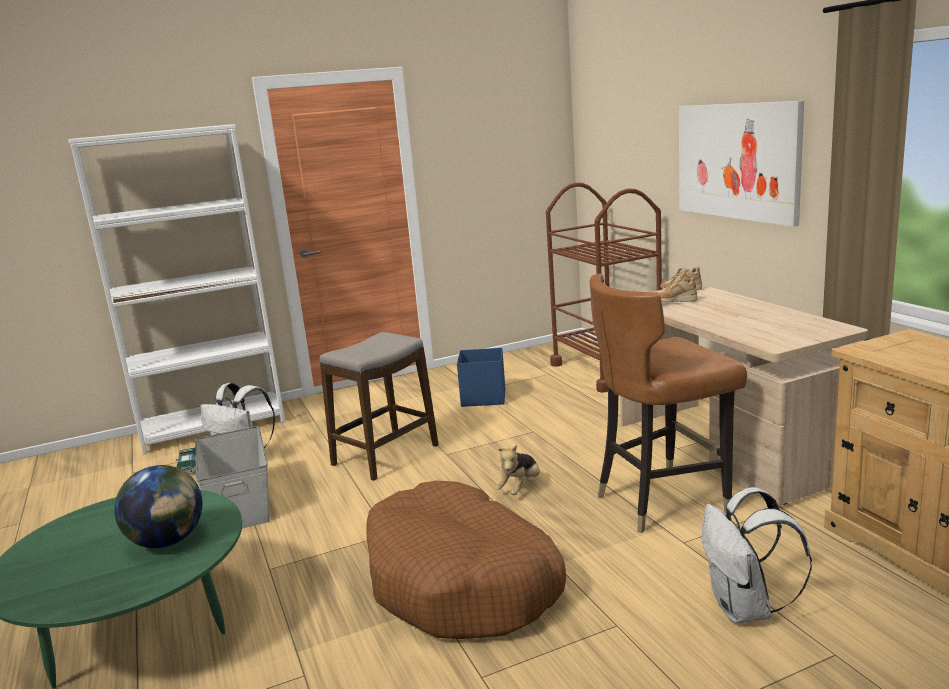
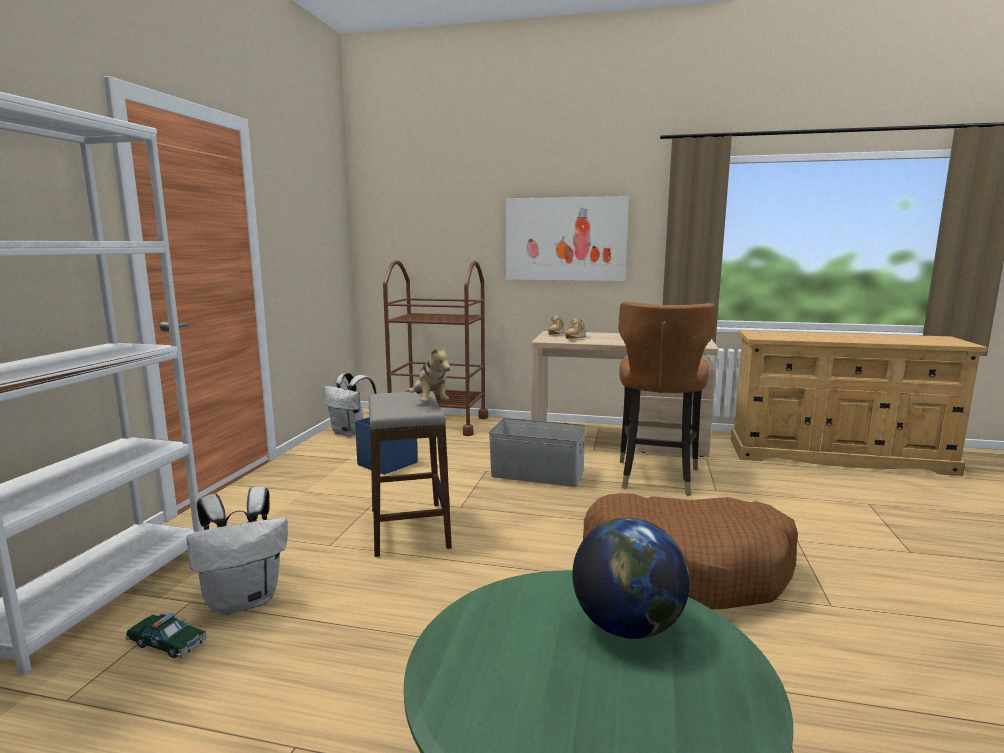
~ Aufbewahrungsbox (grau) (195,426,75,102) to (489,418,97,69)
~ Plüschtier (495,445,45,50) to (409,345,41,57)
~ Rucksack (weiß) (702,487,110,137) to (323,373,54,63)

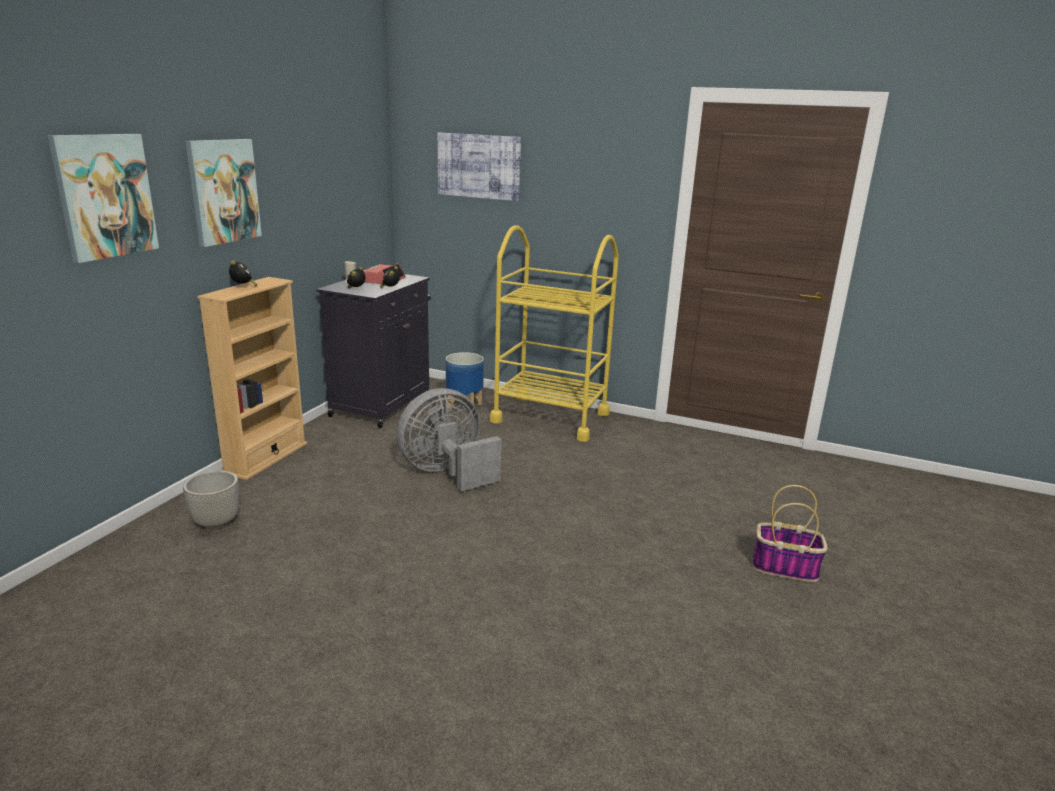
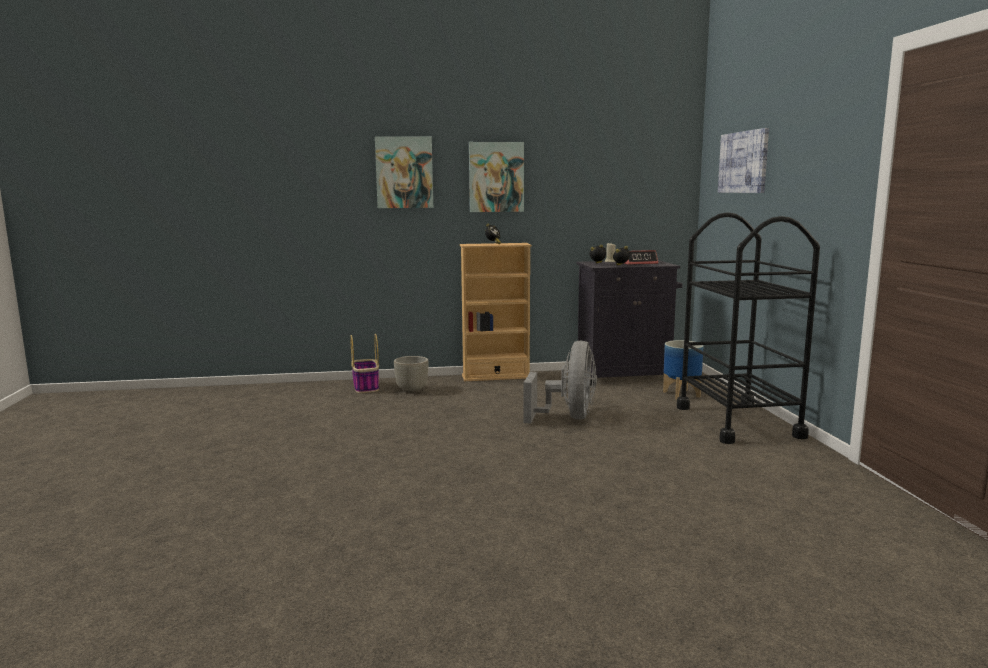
~ Ventilator (grau) (397,388,104,103) = (523,340,74,84) 75 degrees clockwise
~ Rollwagen (gelb) (490,225,129,217) to Rollwagen (schwarz) (677,212,143,232)
~ Korb (753,485,75,97) to (350,334,29,59)

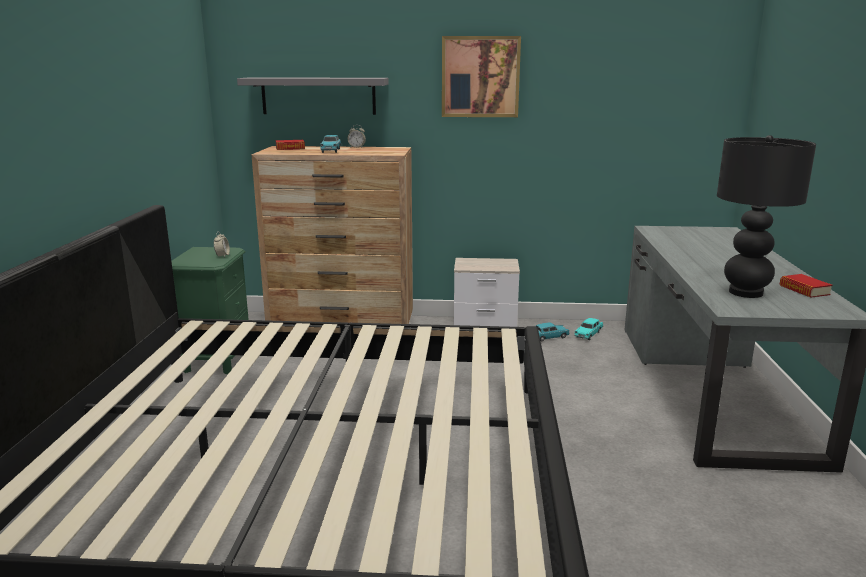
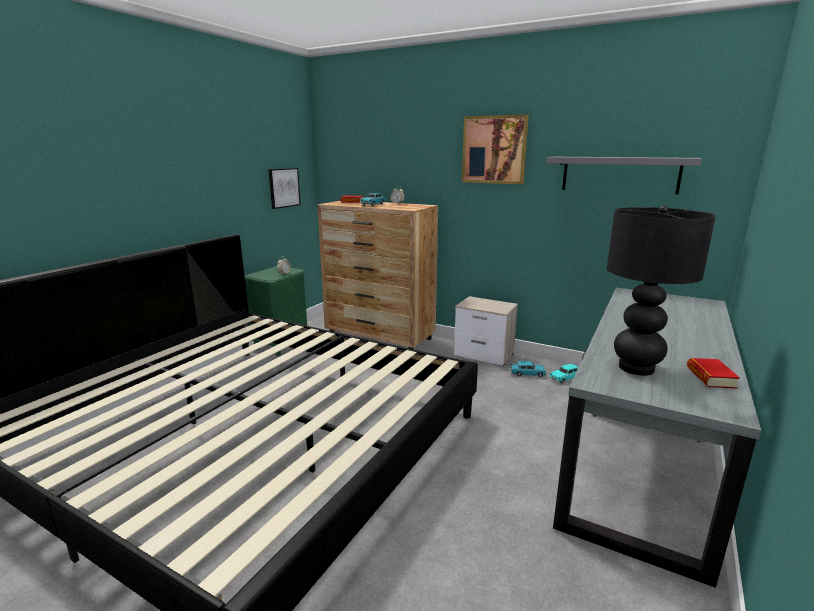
~ Wandregal (grau) (237,77,152,38) to (546,157,156,37)
+ Bild (268,168,33,41)

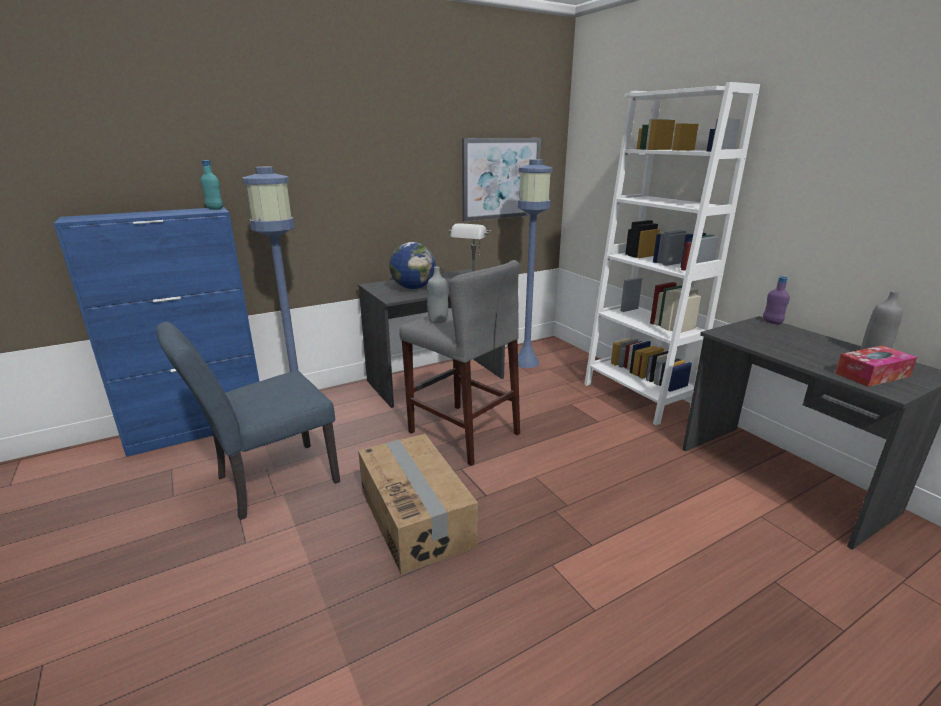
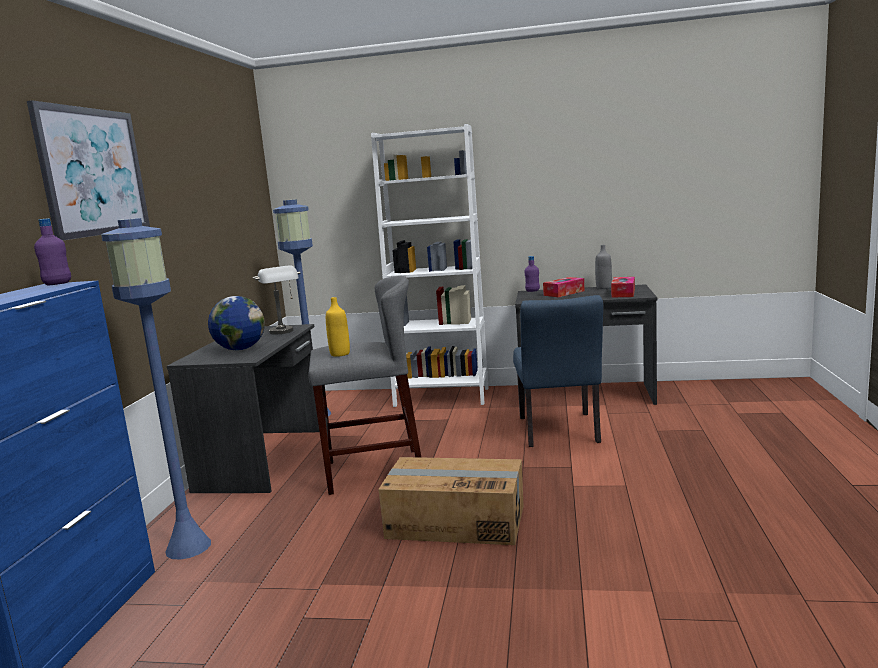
~ Stuhl (blau) (156,322,184,198) to (513,295,90,152)
~ Flasche (türkis) (201,160,22,50) to Flasche (lila) (34,218,37,67)
~ Flasche (grau) (427,266,21,57) to Flasche (gelb) (326,297,24,60)
~ Bild (462,138,79,84) to (27,100,123,141)
+ Taschentuchbox (543,277,41,20)

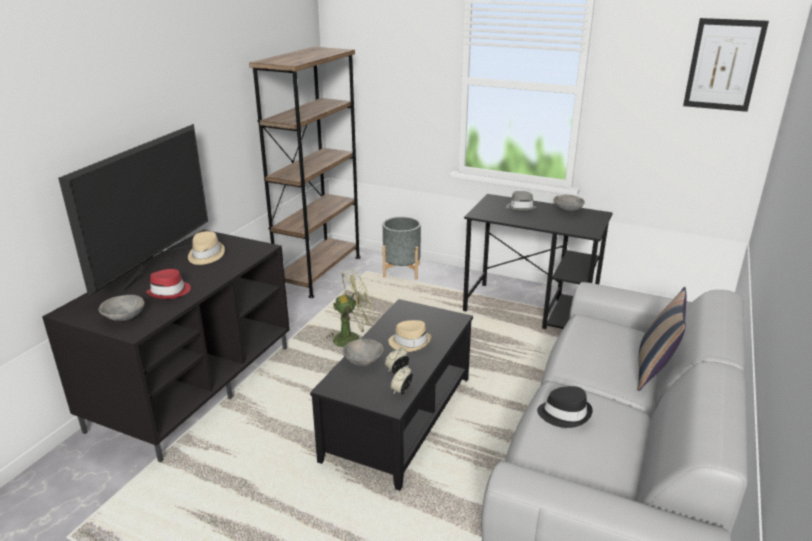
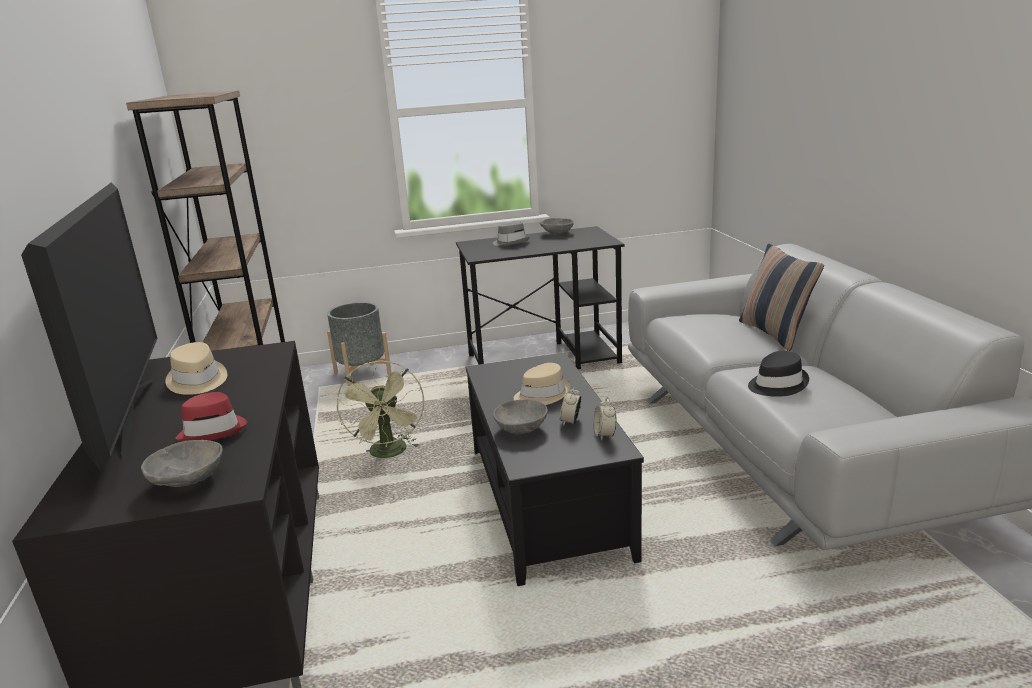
~ Ventilator (grün) (323,270,51,77) = (337,360,87,102) 135 degrees clockwise
- Bild (683,18,86,94)

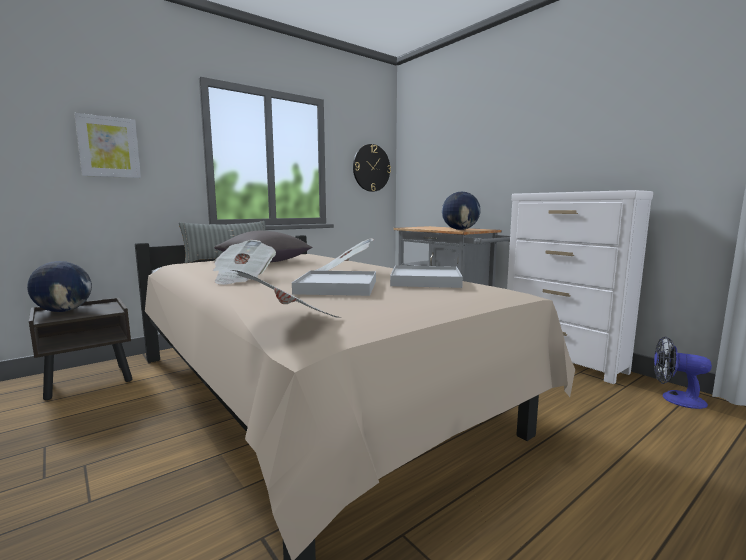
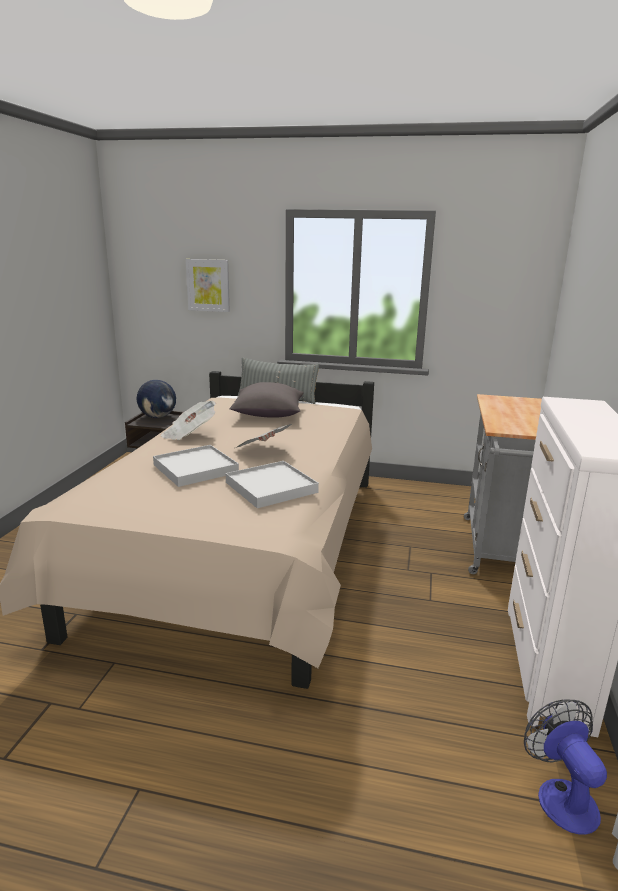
- Zeitung (231,270,110,48)
- Wanduhr (353,144,38,48)
- Globus (442,192,39,38)

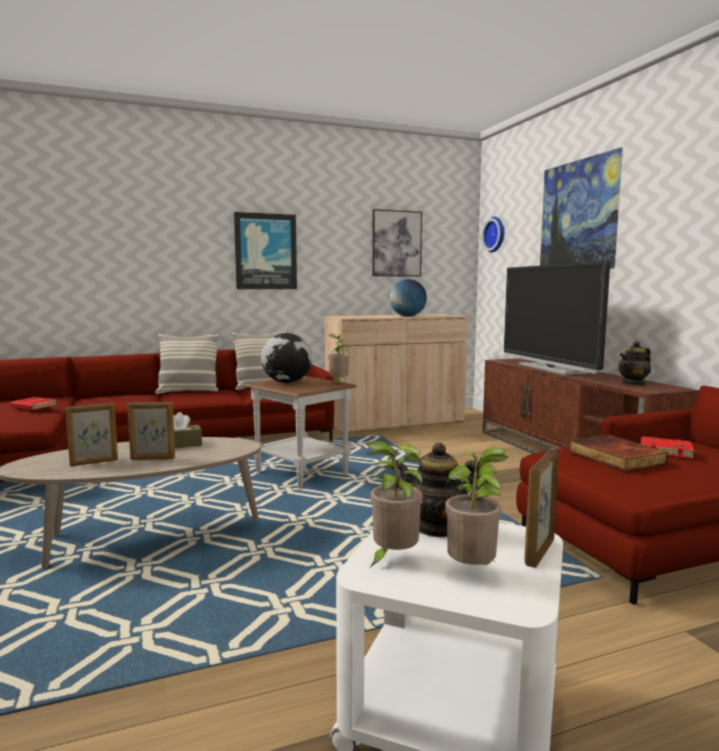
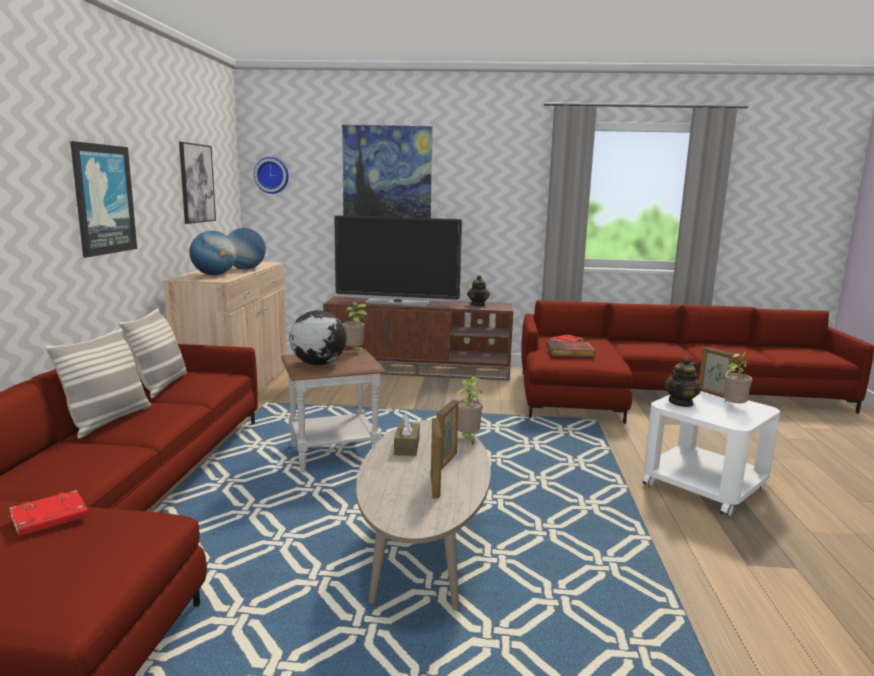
~ Topfpflanze (366,441,57,126) to (456,376,27,70)
+ Globus (190,231,46,44)

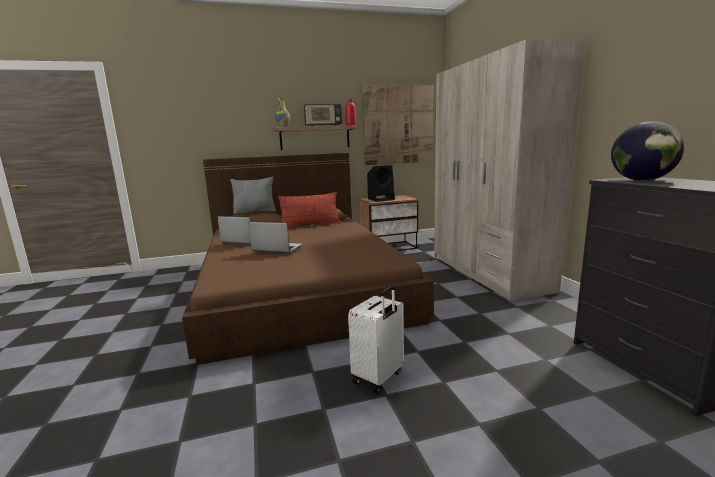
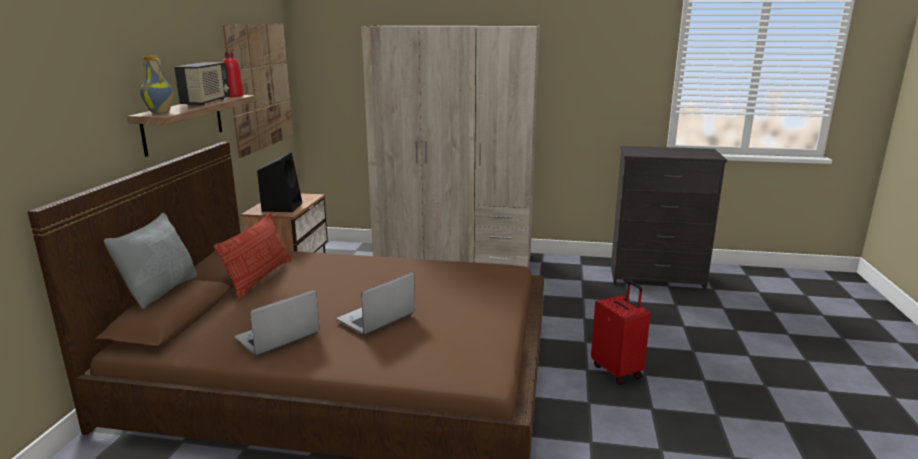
~ Koffer (weiß) (348,285,56,108) to Koffer (rot) (591,281,59,104)
- Globus (611,121,73,60)

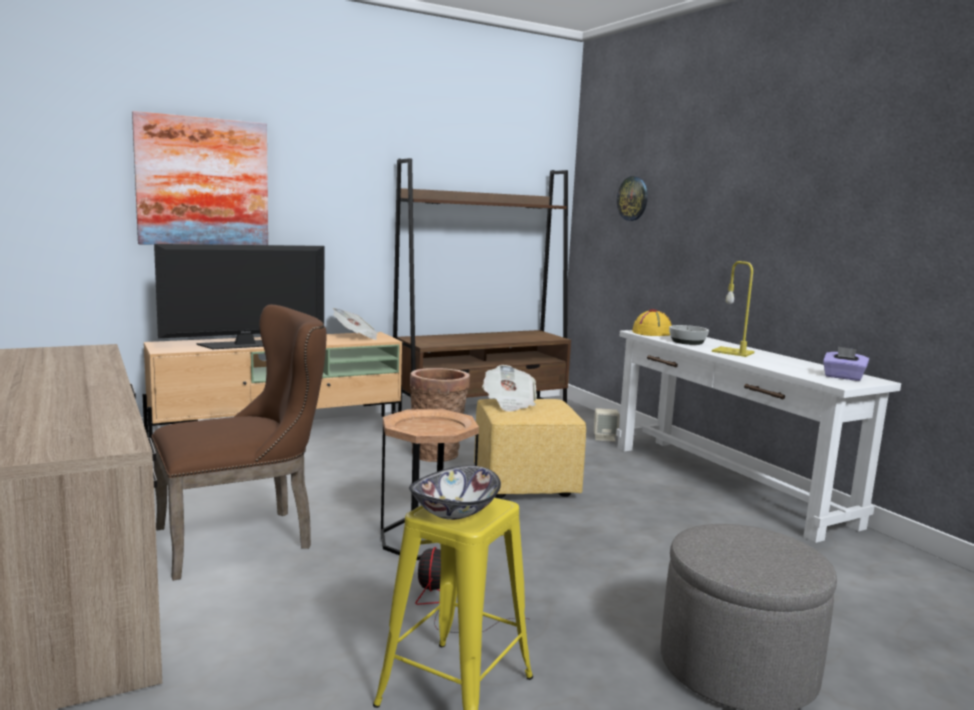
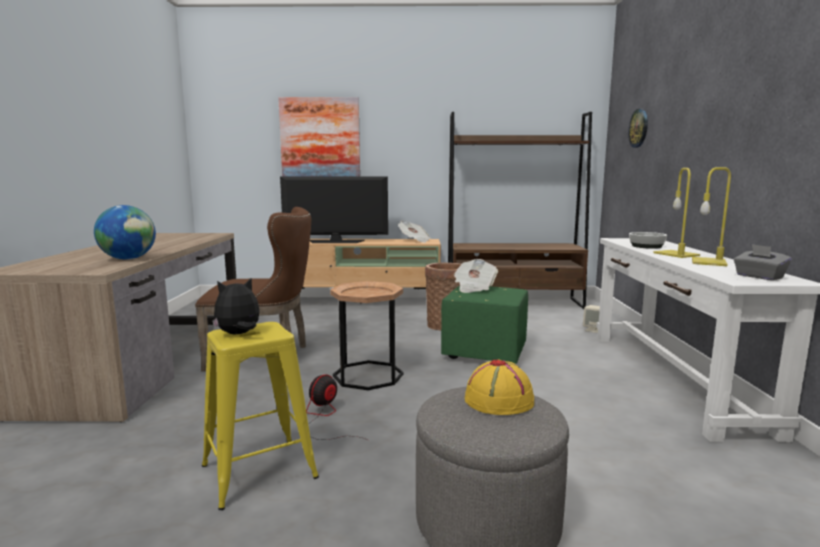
~ Schüssel (409,465,92,55) to Plüschtier (212,278,48,56)
~ Polsterhocker (gelb) (474,399,112,99) to Polsterhocker (grün) (441,286,87,78)
~ Hut (gelb) (632,309,40,27) to (465,359,69,56)
~ Taschentuchbox (lila) (823,346,46,35) to Taschentuchbox (grau) (734,244,57,36)
+ Globus (94,205,62,55)
+ Tischlampe (gelb) (692,167,39,99)

